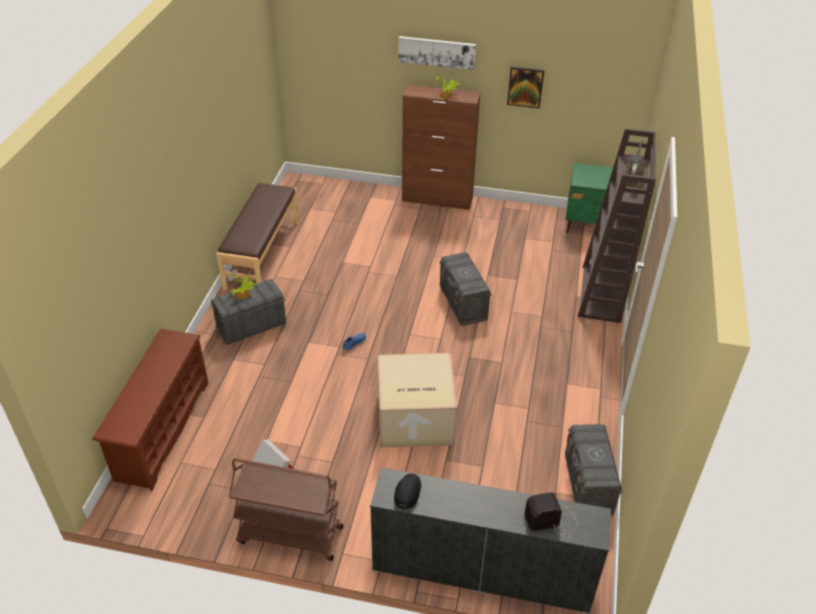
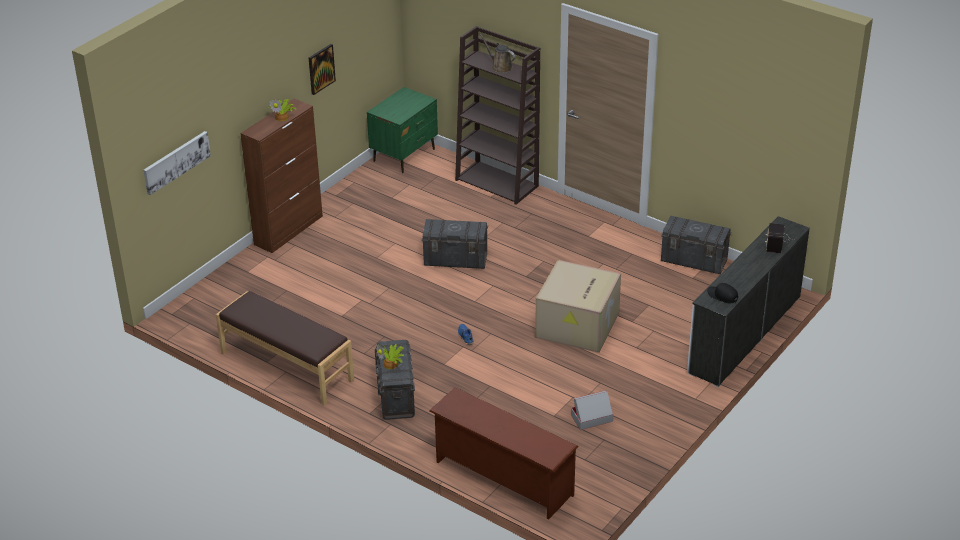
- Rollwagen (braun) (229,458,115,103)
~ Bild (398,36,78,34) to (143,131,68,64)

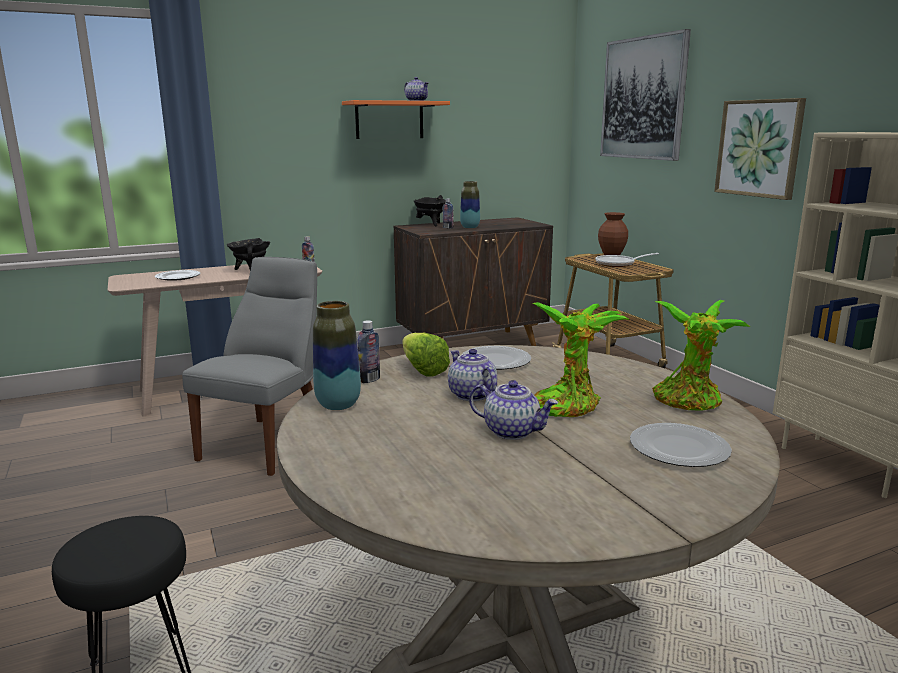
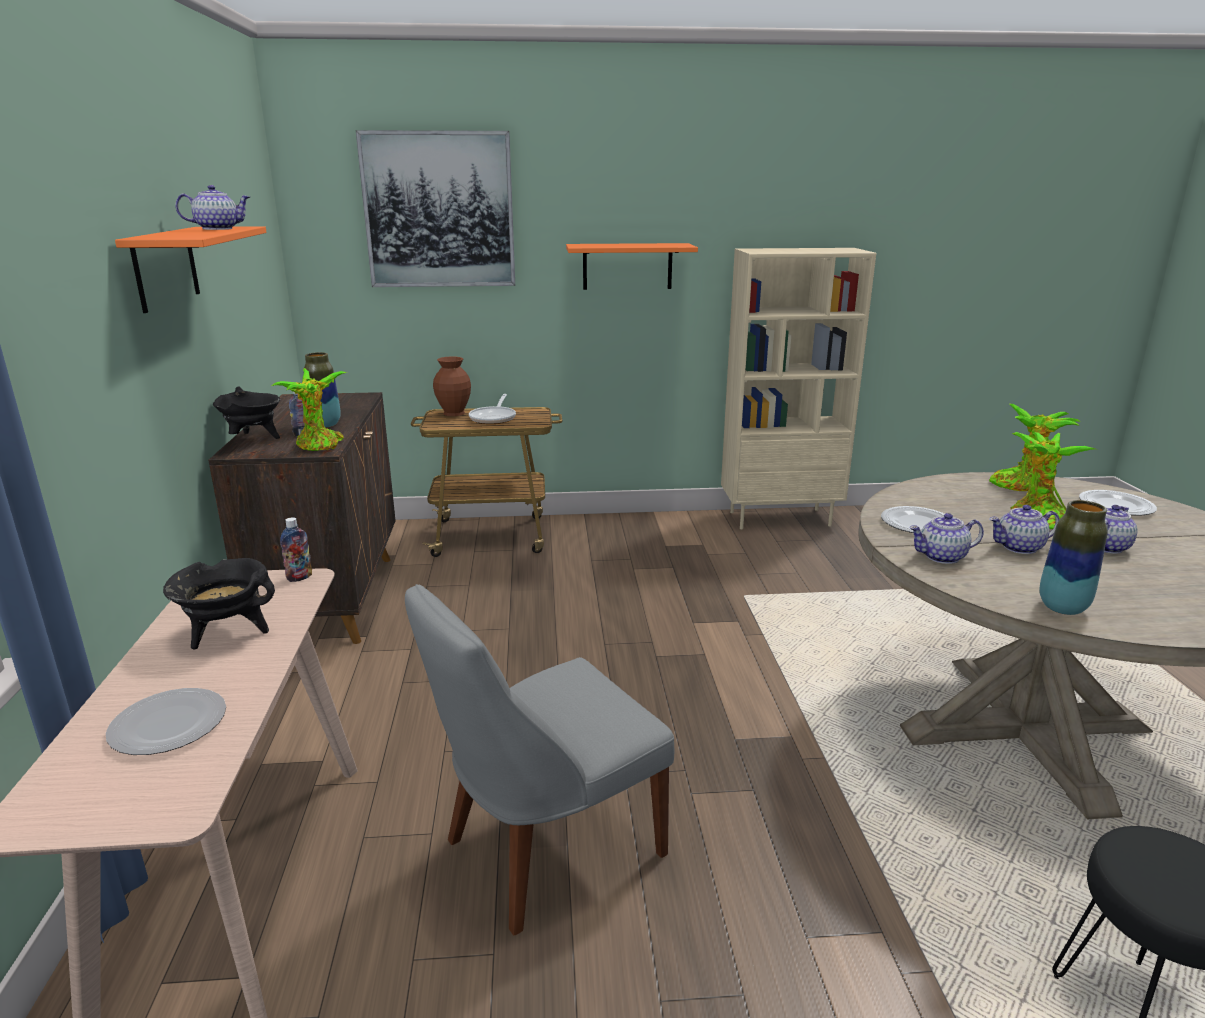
~ Stuhl (grau) (182,257,135,219) = (405,584,269,351) 75 degrees counterclockwise
- Flasche (358,320,22,63)
~ Salatkopf (402,333,48,44) to Teekanne (909,513,75,51)
~ Bild (714,98,92,102) to Wandregal (orange) (566,243,132,47)
+ Topfpflanze (272,368,75,83)

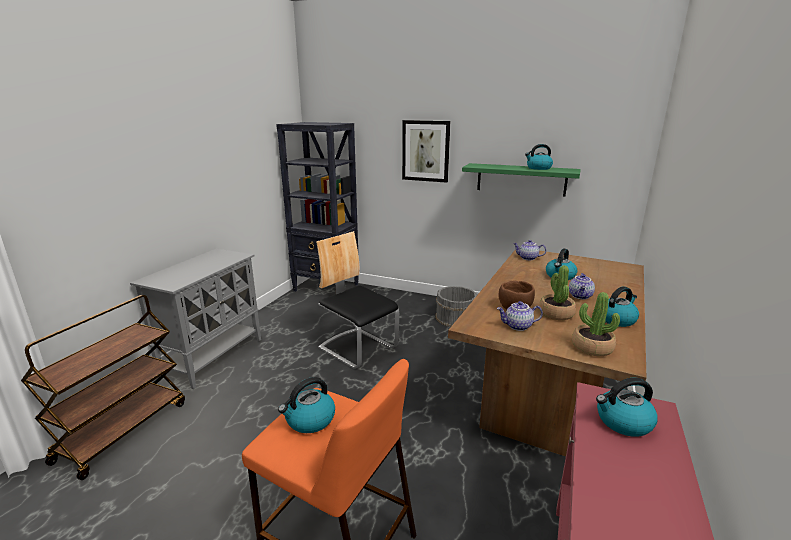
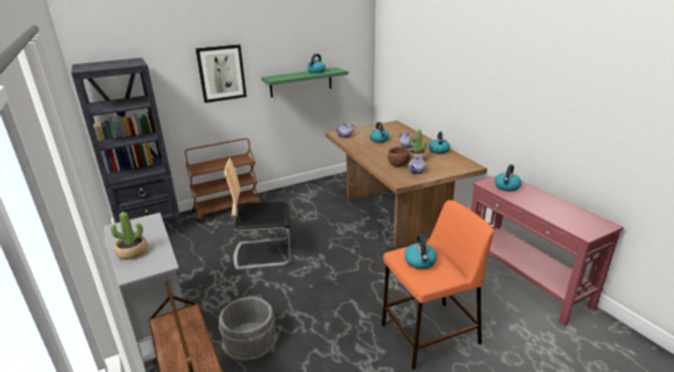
~ Eimer (grau) (435,286,42,41) to (218,297,59,65)
~ Topfpflanze (572,292,48,64) to (111,212,37,48)
+ Rollwagen (braun) (185,138,75,85)

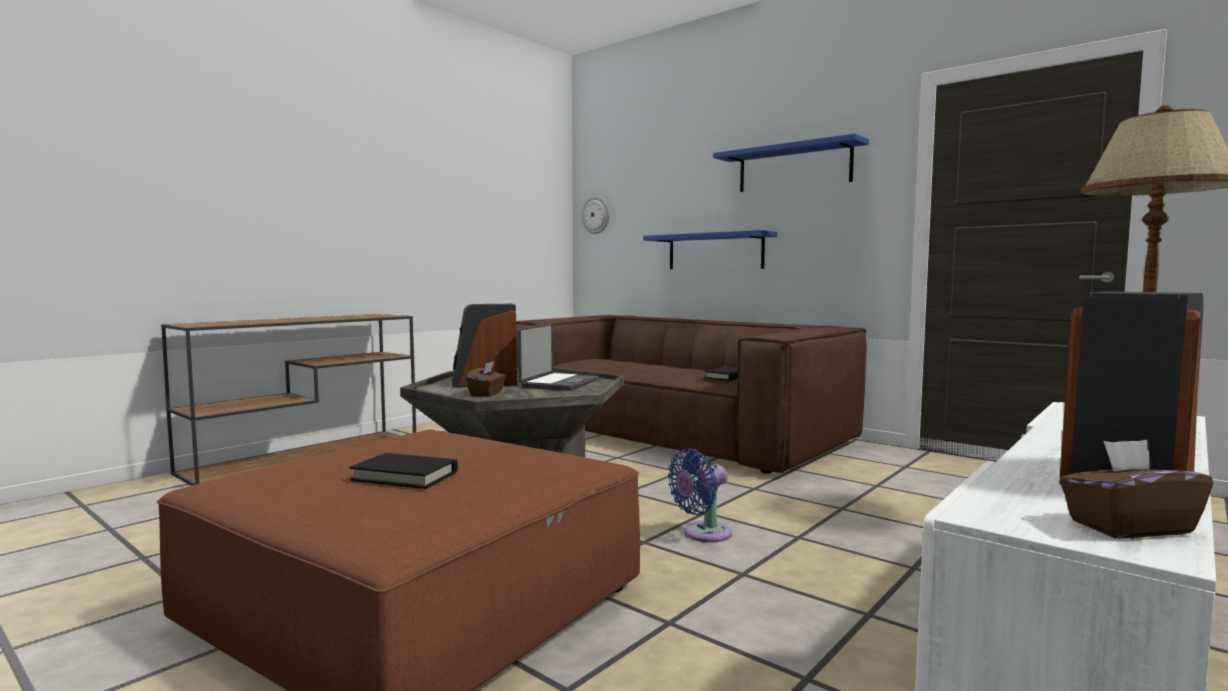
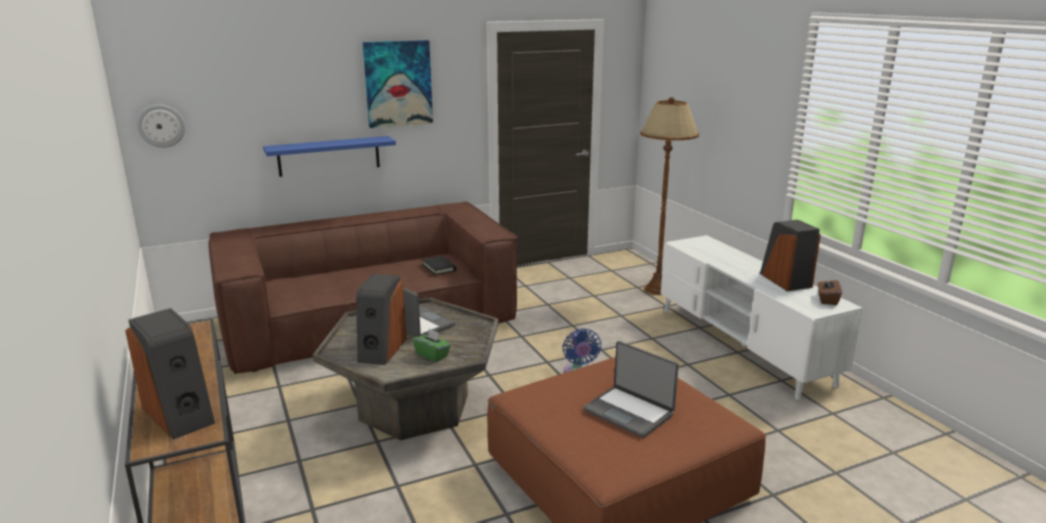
~ Buch (schwarz) (349,453,109,36) to Laptop (583,341,96,97)
~ Taschentuchbox (braun) (466,361,40,36) to Taschentuchbox (grün) (413,328,38,34)
~ Wandregal (blau) (713,134,156,58) to Bild (363,40,70,88)
+ Lautsprecher (125,308,90,132)

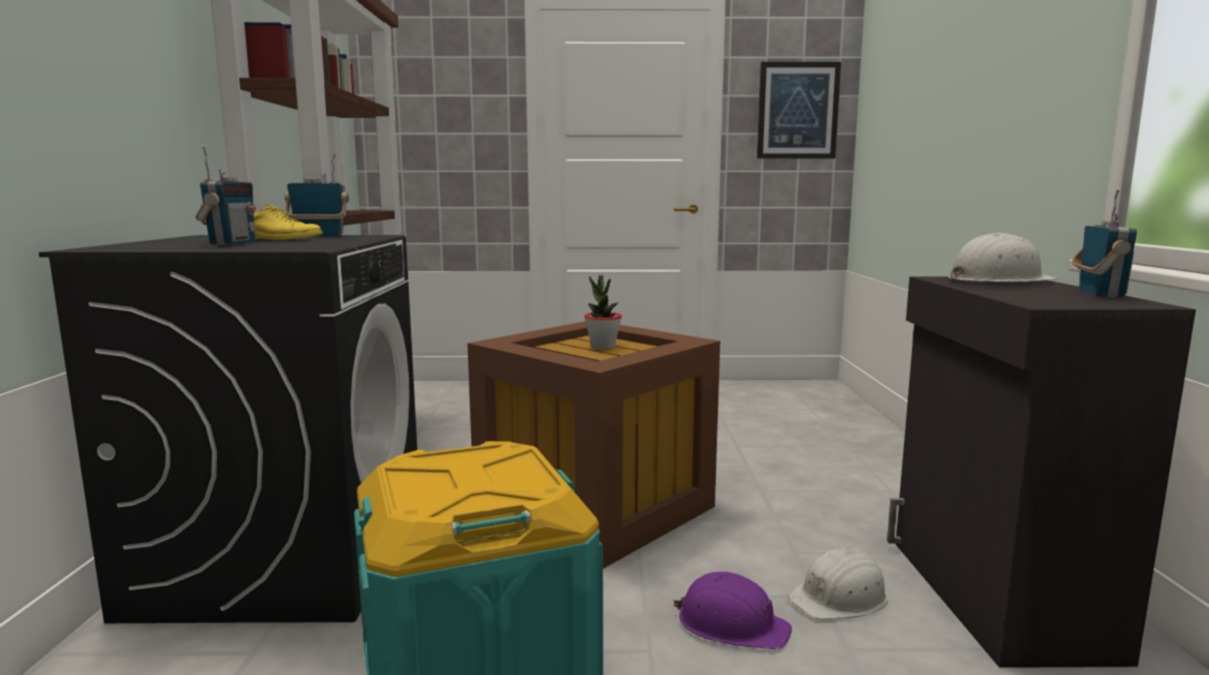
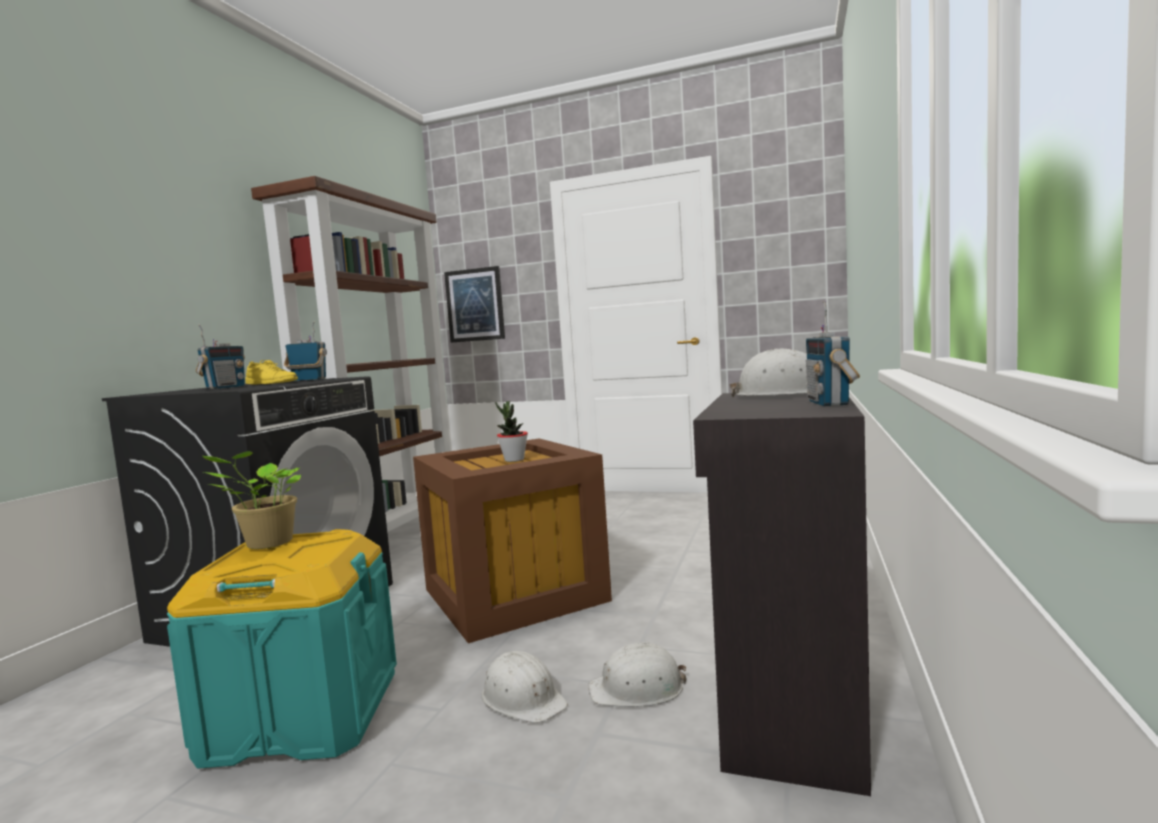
~ Schutzhelm (lila) (673,572,119,77) to Schutzhelm (weiß) (481,651,87,72)
~ Bild (757,62,84,97) to (444,266,61,77)
~ Radio (1071,188,66,109) = (806,301,54,106) 150 degrees clockwise
+ Topfpflanze (203,451,98,98)

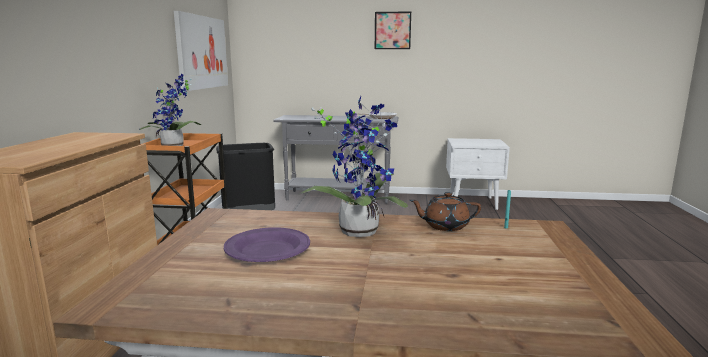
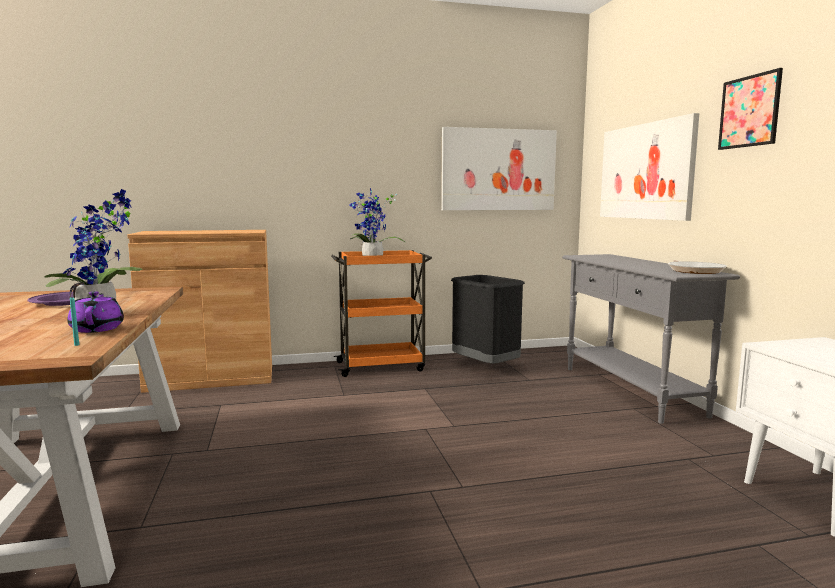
~ Teekanne (braun) (410,192,71,39) to Teekanne (lila) (67,291,57,42)
+ Bild (600,113,99,108)

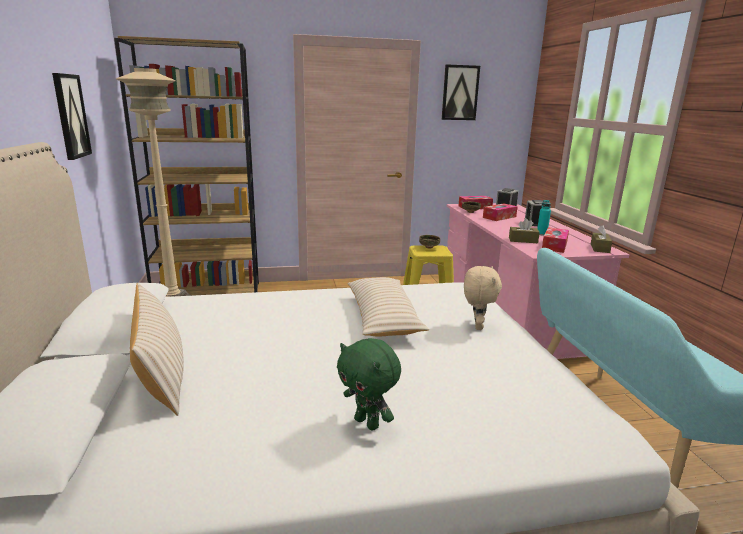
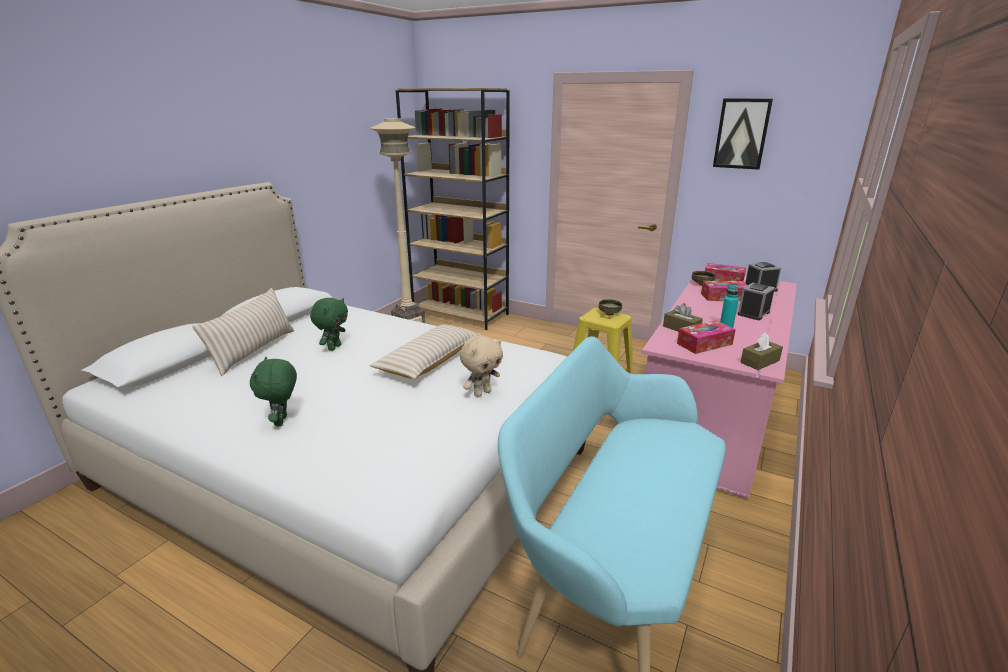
- Bild (52,73,40,87)
+ Plüschtier (grün) (310,298,38,53)

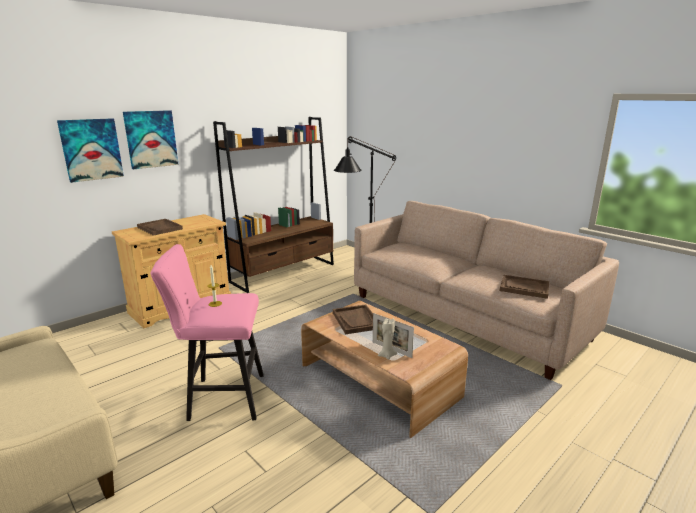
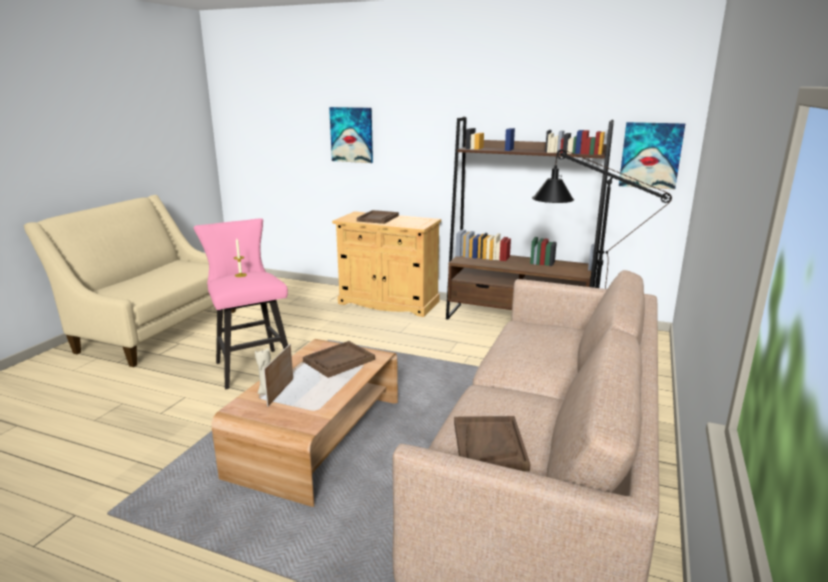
~ Bild (123,110,56,59) to (619,122,66,67)

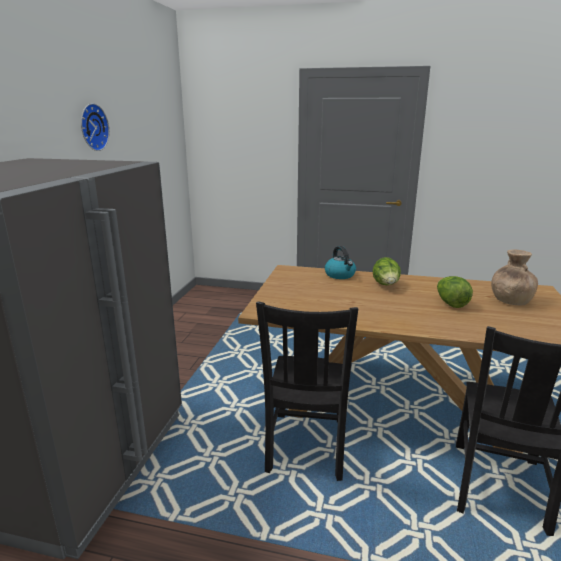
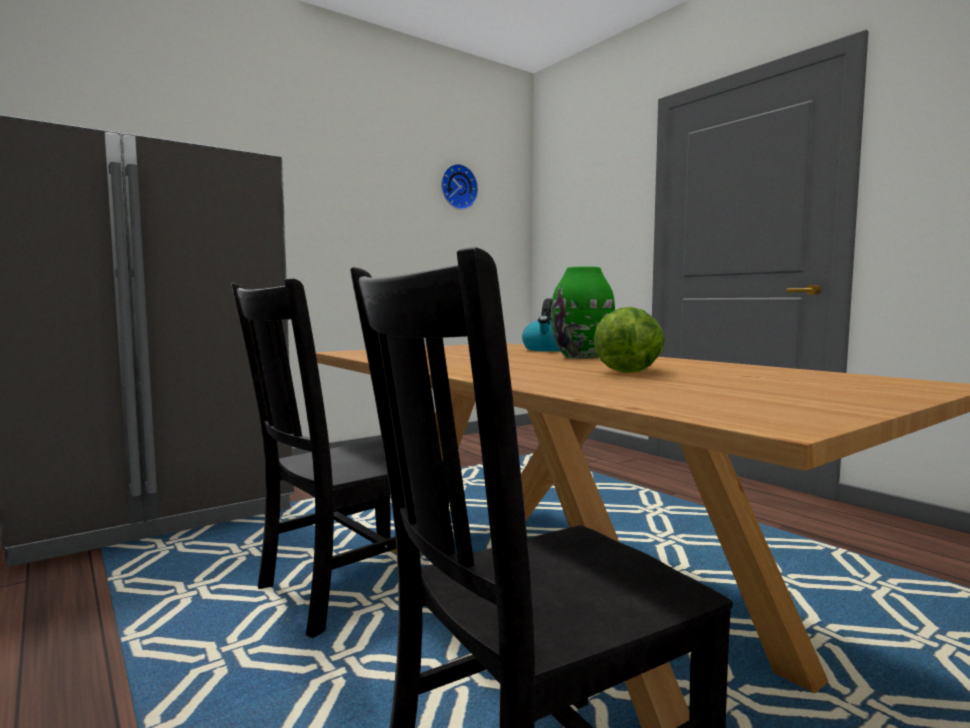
~ Wanduhr (81,103,29,48) to (441,164,37,46)
~ Salatkopf (373,257,28,28) to Vase (grün) (551,267,64,92)
- Vase (braun) (491,249,47,56)

